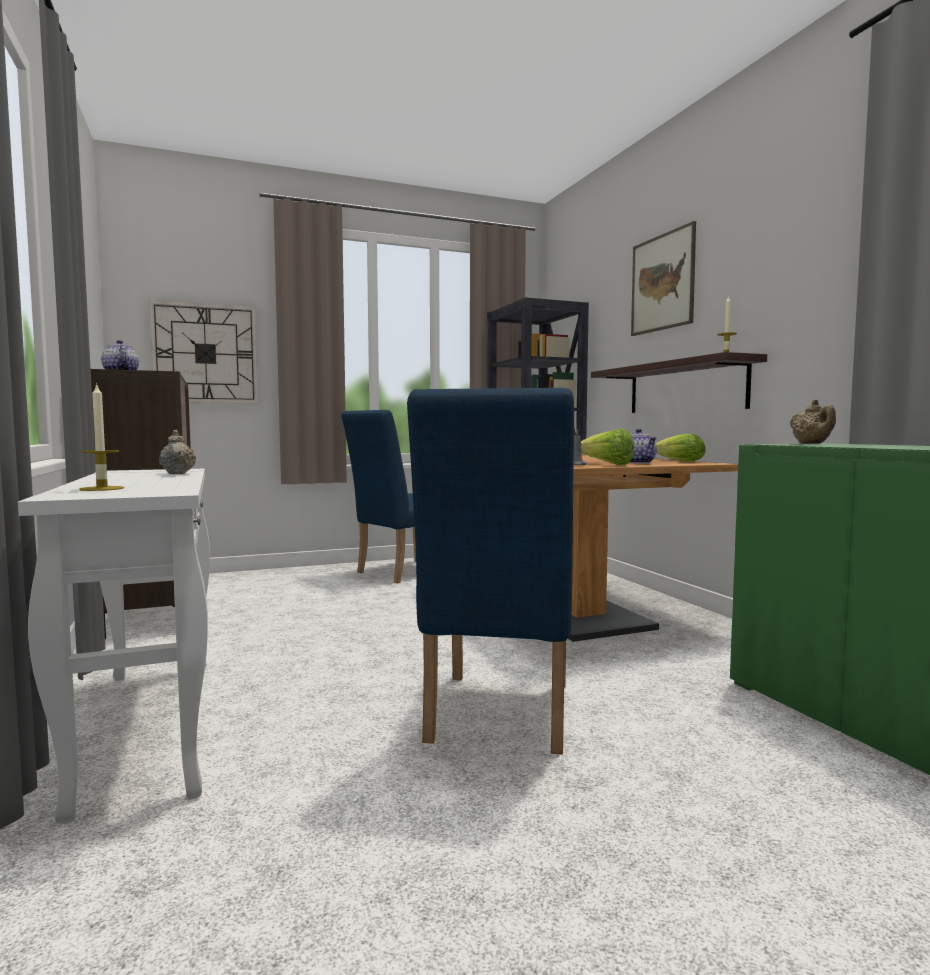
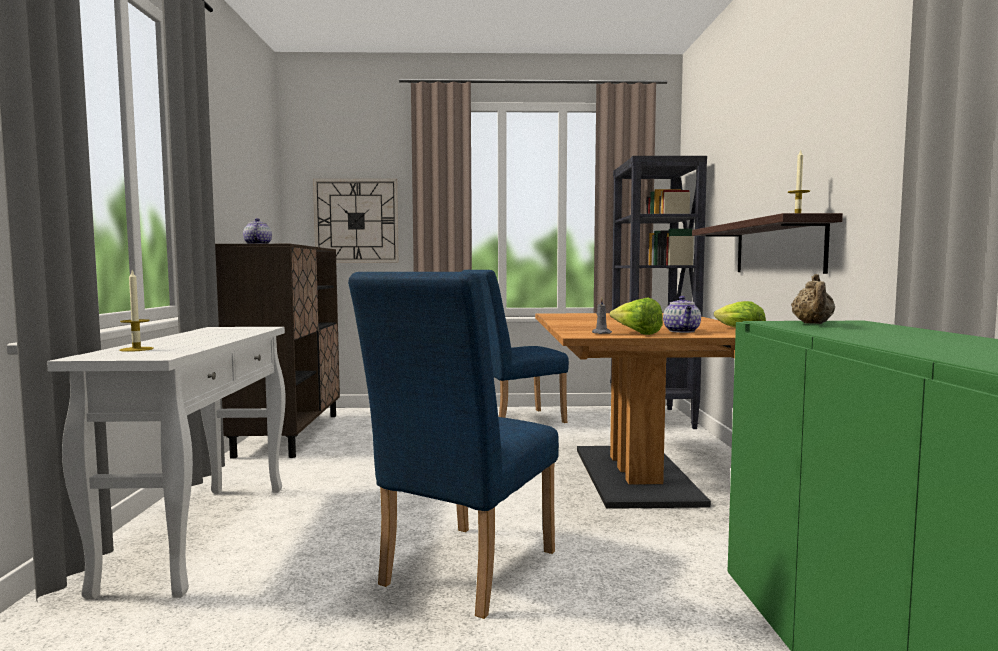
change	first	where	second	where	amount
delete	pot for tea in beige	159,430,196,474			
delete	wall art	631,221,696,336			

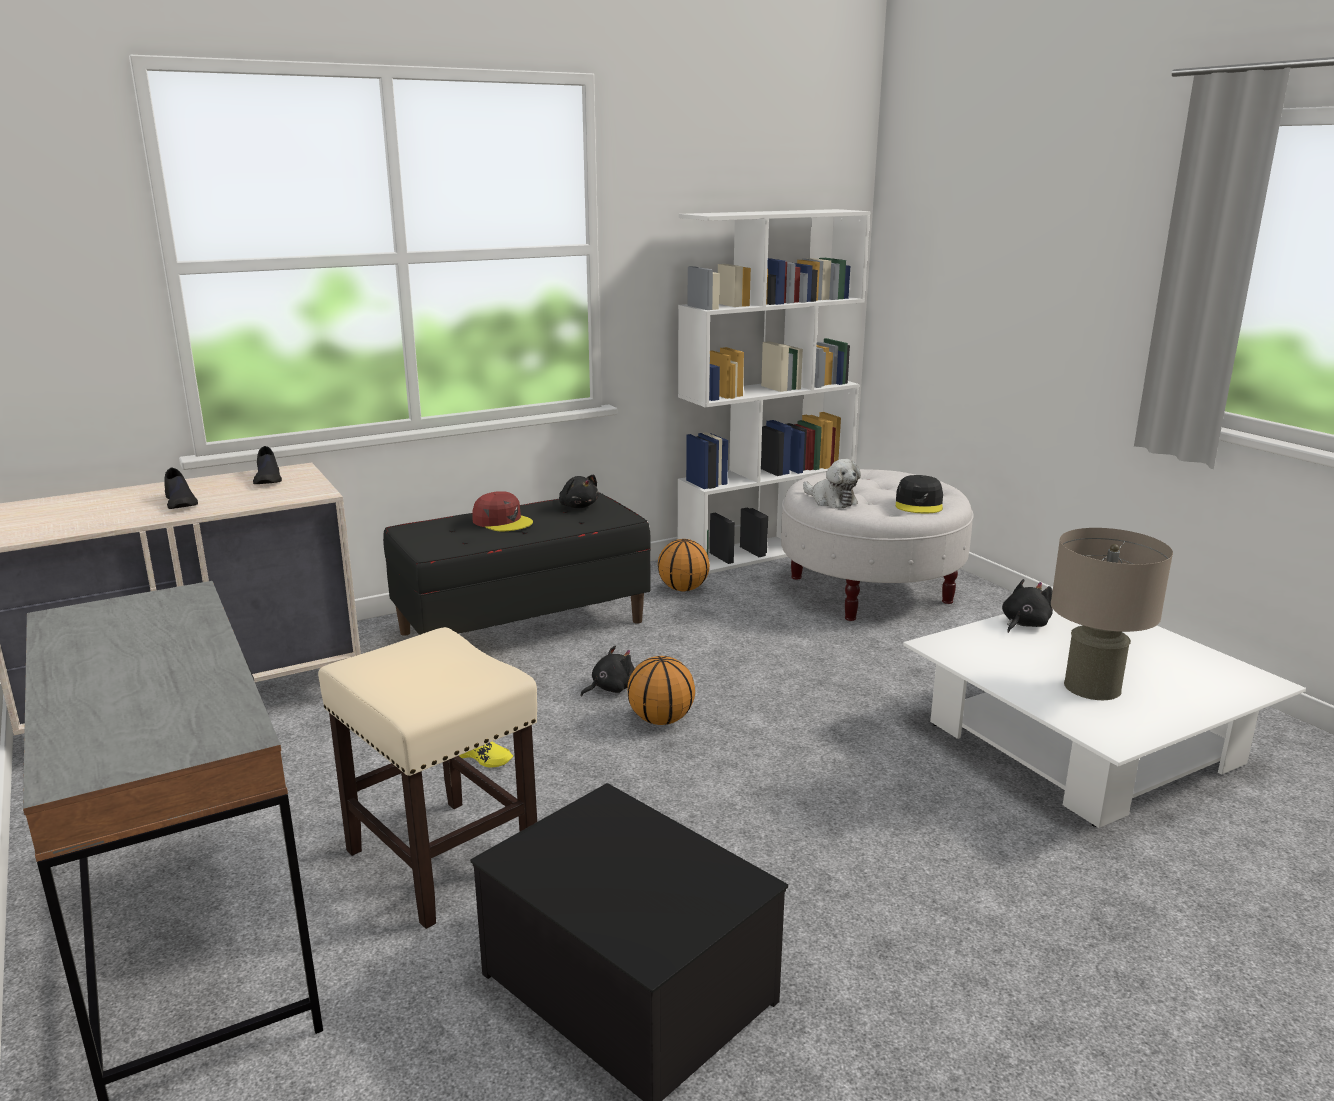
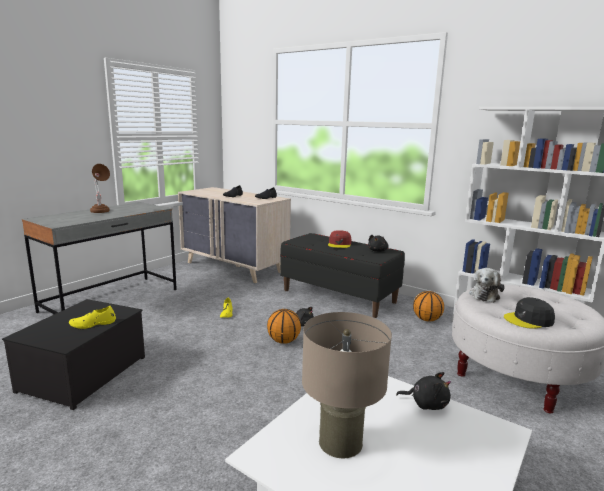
change	first	where	second	where	amount
delete	stool seat in beige	318,627,537,929			
insert			low shoe in yellow-coloured	68,306,116,329	
insert			lamp for a table in brown	90,164,110,213	

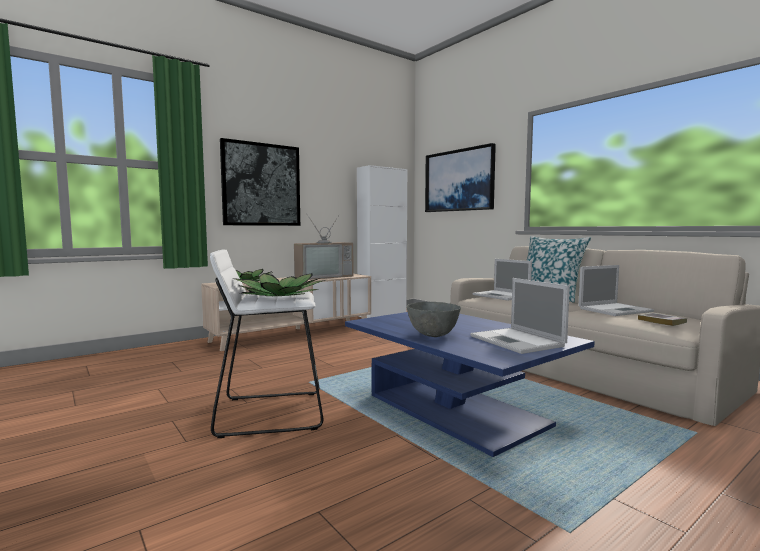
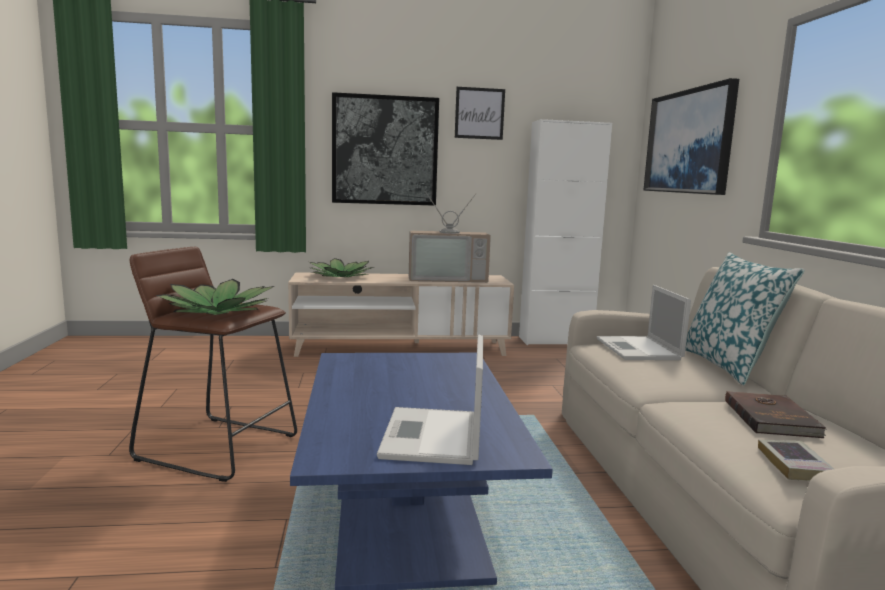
change	first	where	second	where	amount
delete	deep dish in gray	406,302,461,337			
insert			wall art	455,87,505,140	
replace	laptop	578,265,654,316	book in brown	725,391,827,438	
recolor	stool seat in whitish	210,249,323,438	stool seat in brown	129,247,297,482	

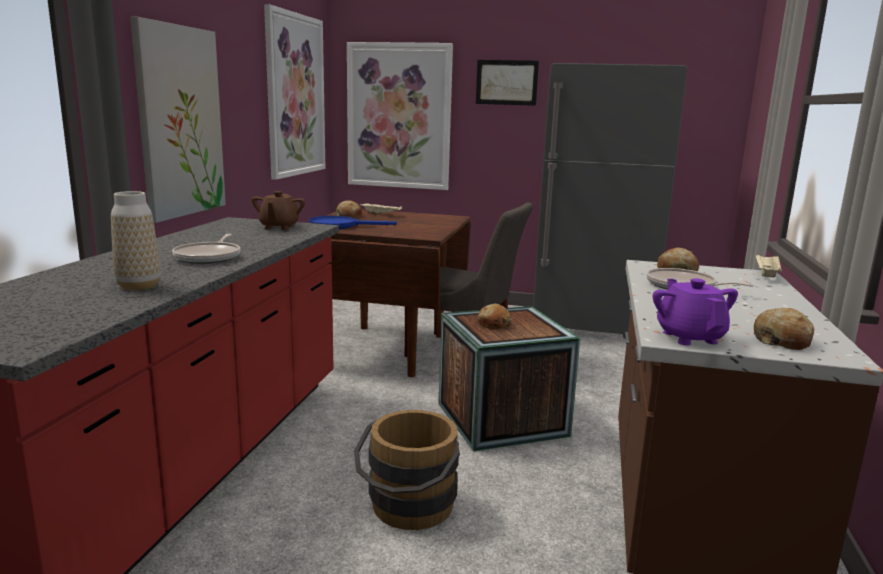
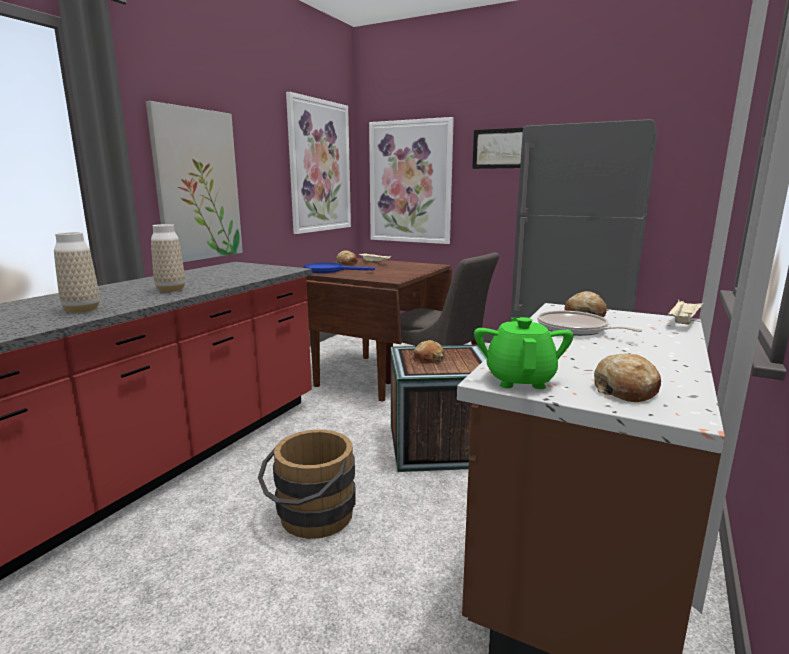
change	first	where	second	where	amount
delete	pot for tea in brown	251,191,305,230			
replace	skillet	172,234,240,264	decorative vase	151,224,185,292	
recolor	pot for tea in purplish	653,278,738,345	pot for tea in greenish	474,317,574,389	

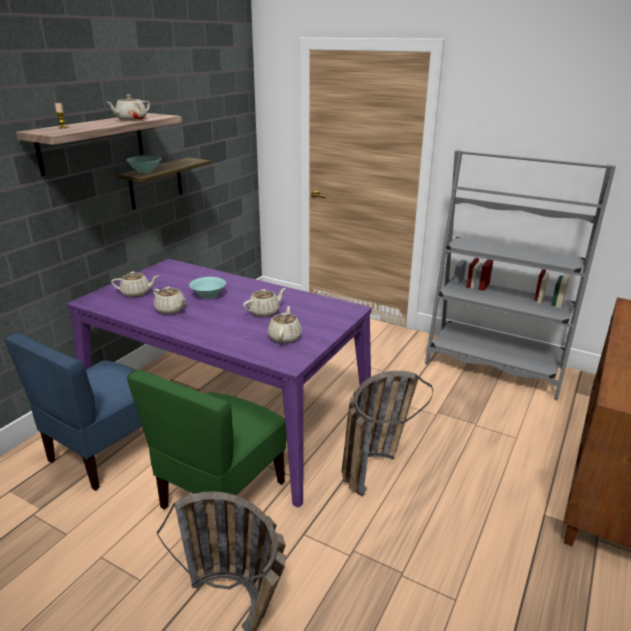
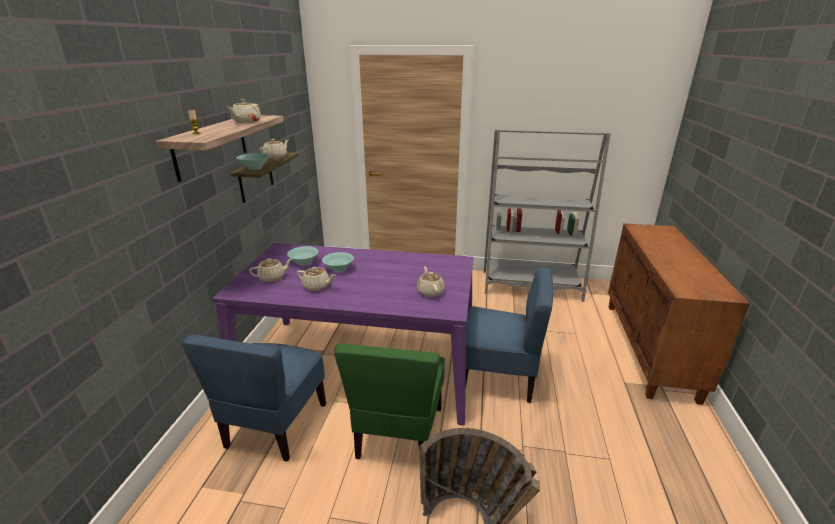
change	first	where	second	where	amount
insert			deep dish in turquoise-coloured	287,246,318,266	
move	pot for tea in beige	243,288,286,317		260,139,288,159	
replace	household basket	342,371,433,496	plain chair in bluish	465,266,553,403	

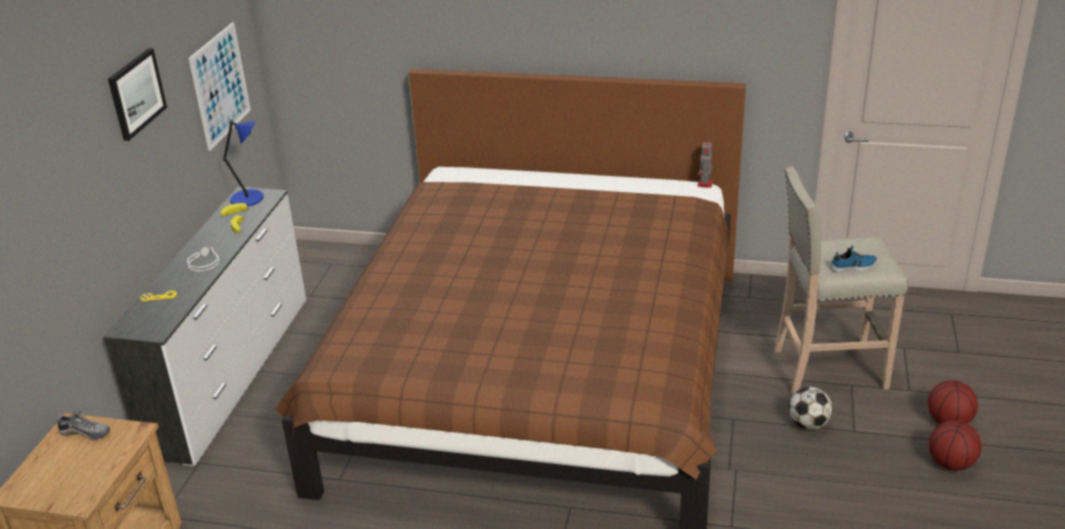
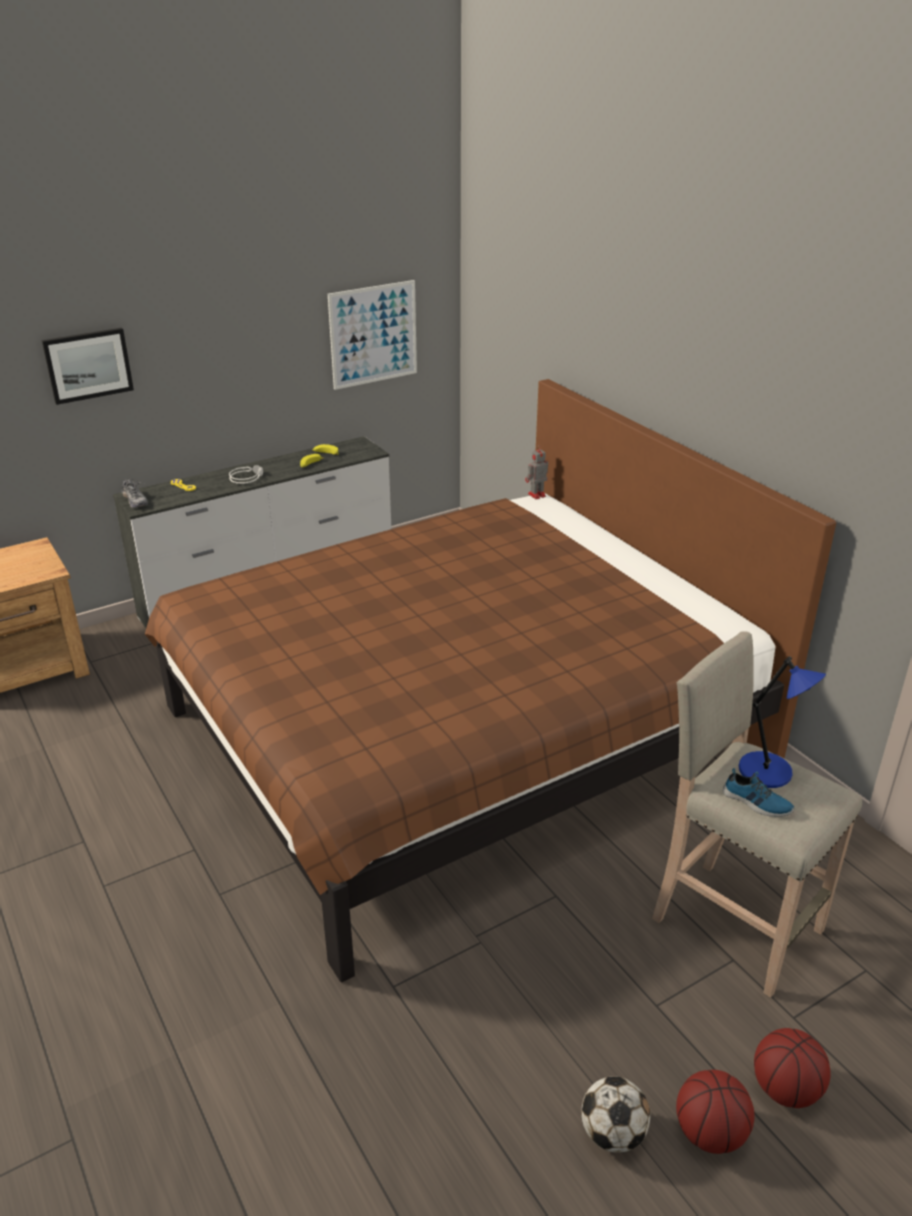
change	first	where	second	where	amount
move	low shoe	57,409,110,440		121,479,148,508	
move	wall art	108,48,167,141		41,328,134,405	
move	lamp for a table in bluish	223,120,264,207		739,656,826,788	
move	model robot	697,139,713,188		525,445,548,499	
move	football ball	789,387,833,430		581,1076,650,1153	

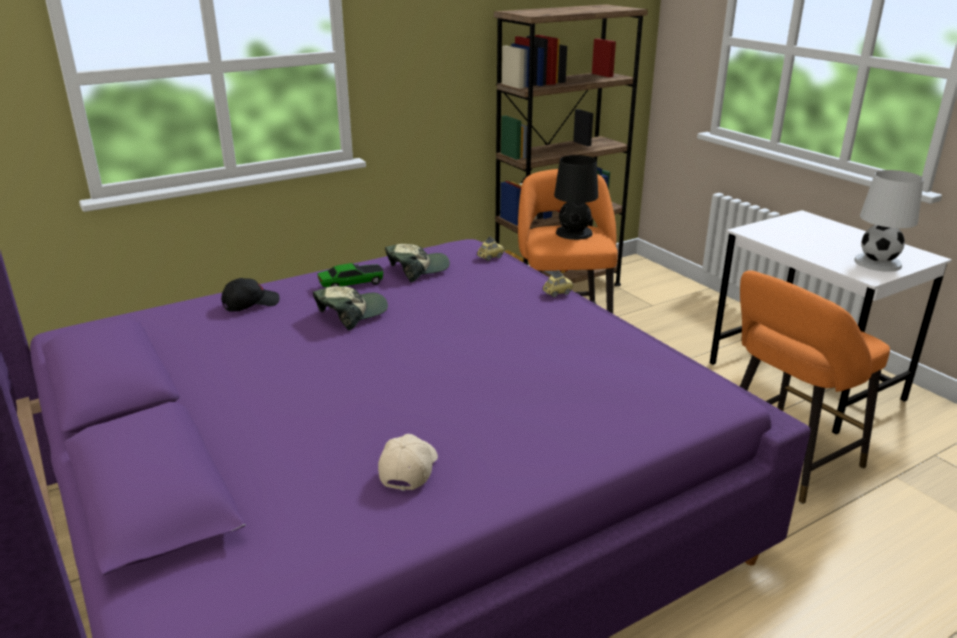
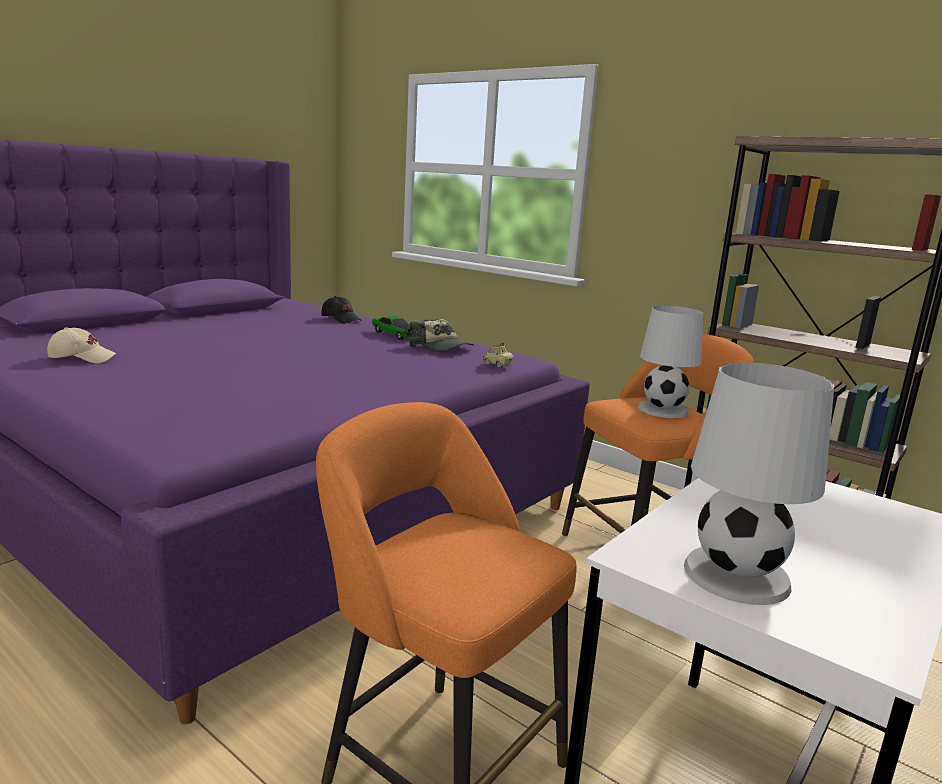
change	first	where	second	where	amount
delete	peaked cap	313,286,388,331			
delete	miniature car	542,270,573,297			
recolor	lamp for a table in black-coloured	554,155,598,240	lamp for a table in whitish	638,306,703,418	

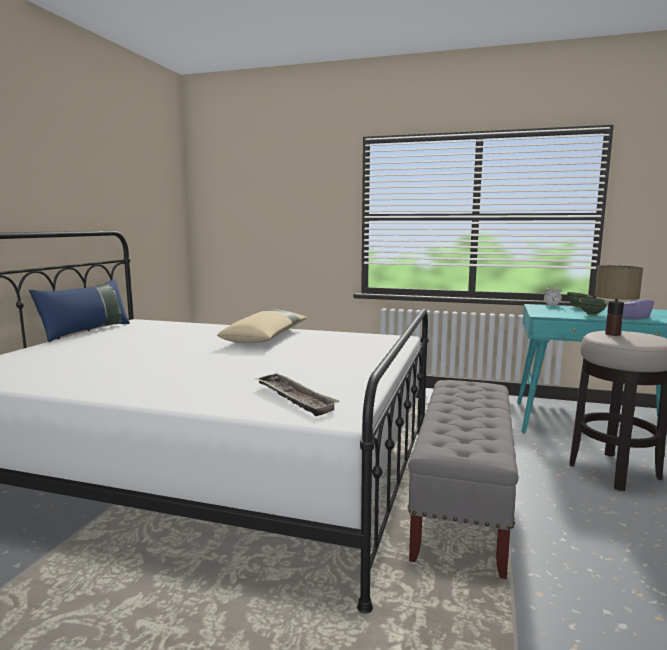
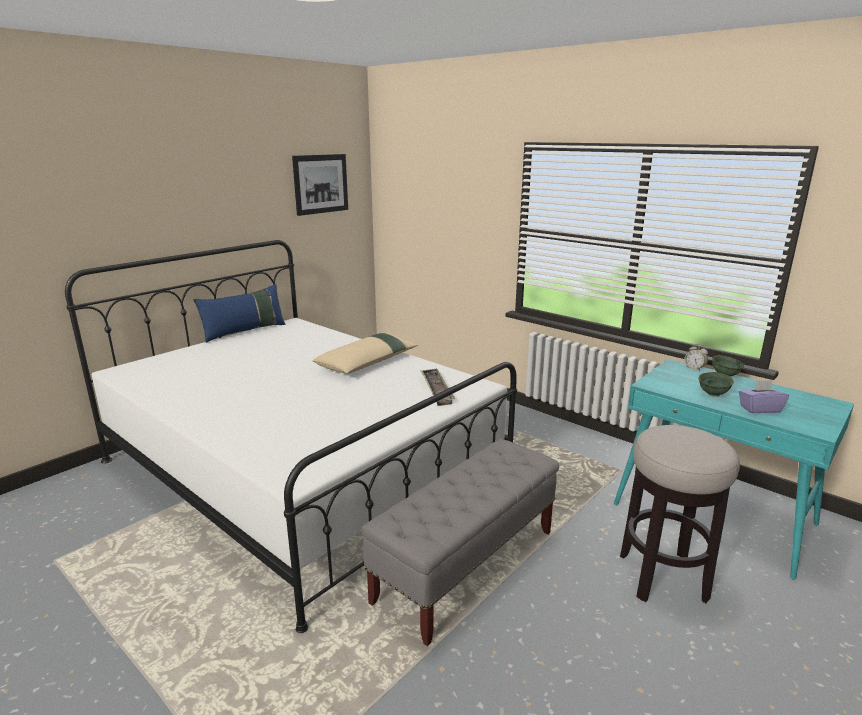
change	first	where	second	where	amount
delete	lamp for a table	595,265,643,336			
insert			wall art	292,154,348,216	
move	serving tray	256,373,339,416		420,368,455,406	

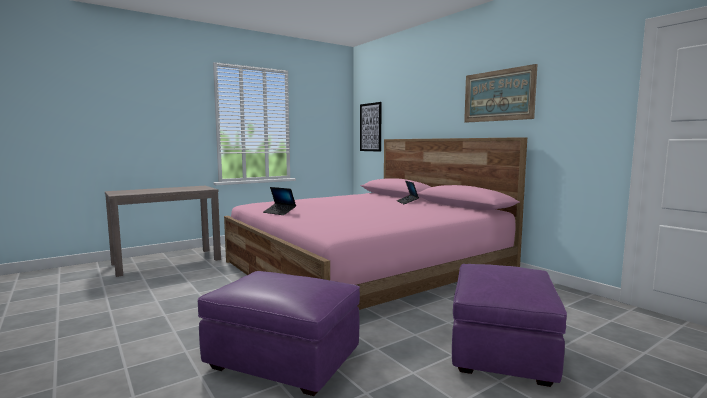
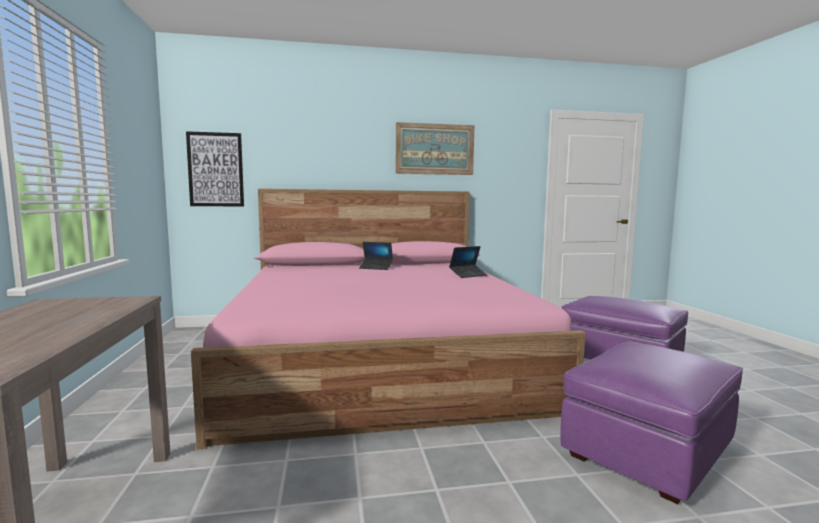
change	first	where	second	where	amount
move	laptop	263,187,296,215		449,246,487,278	

